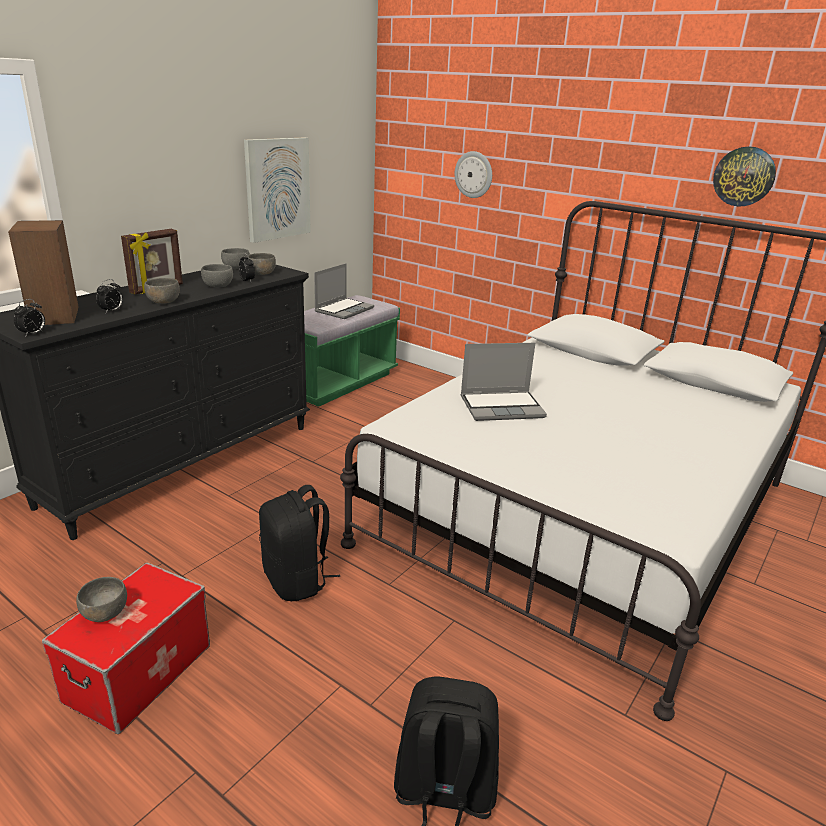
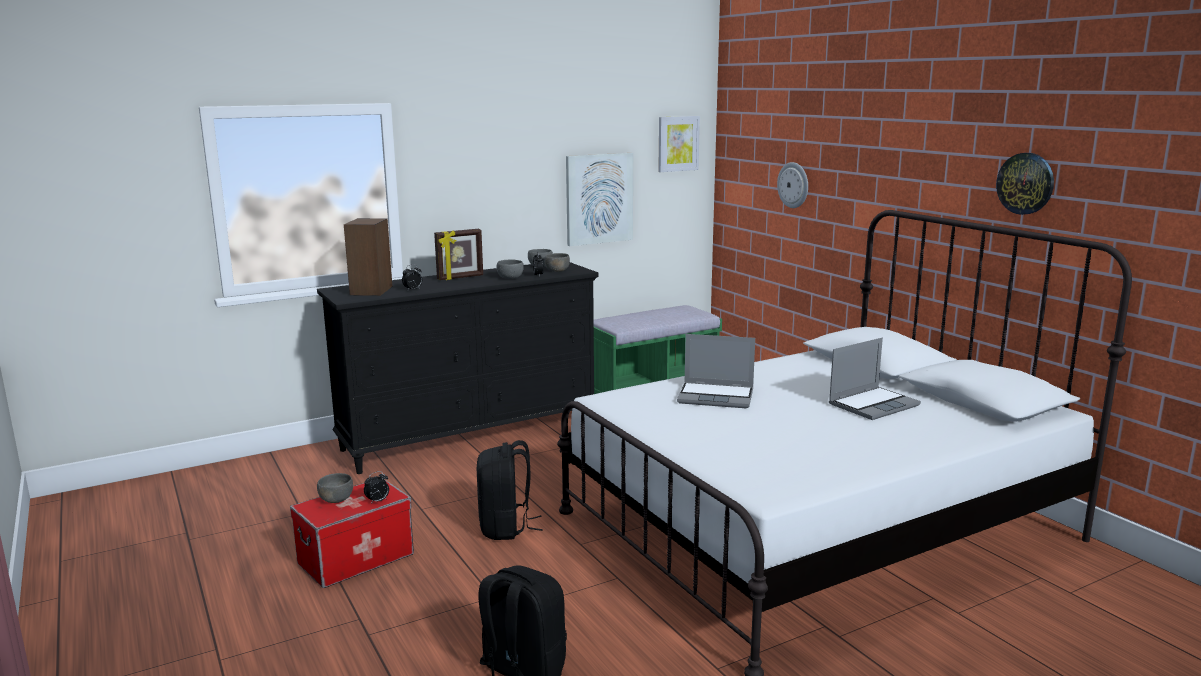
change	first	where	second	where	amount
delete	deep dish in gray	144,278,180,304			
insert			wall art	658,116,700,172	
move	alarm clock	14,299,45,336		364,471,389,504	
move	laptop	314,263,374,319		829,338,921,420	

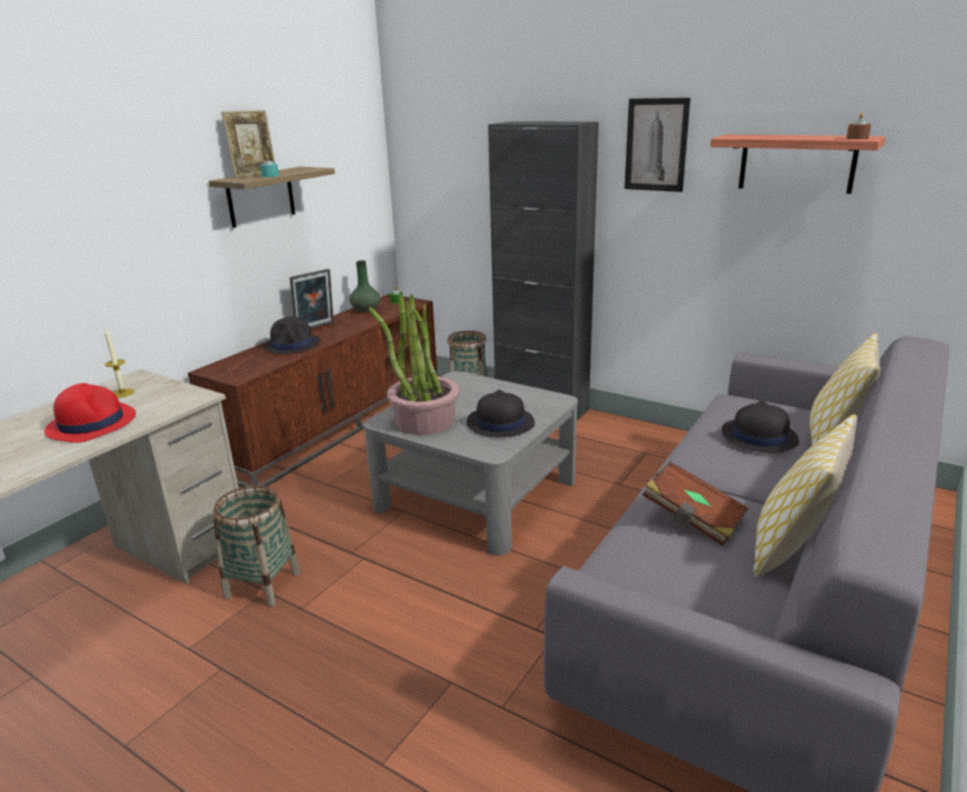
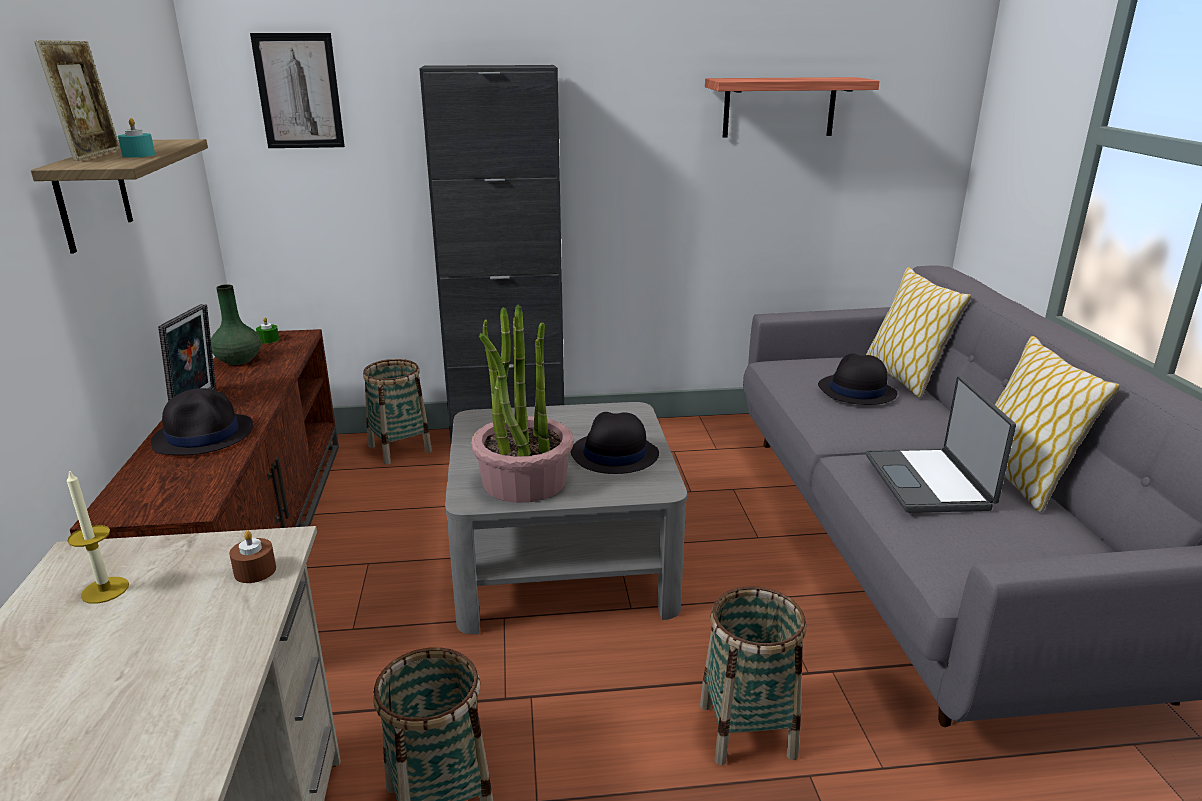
change	first	where	second	where	amount
delete	clothing hat in red	44,383,136,443			
insert			household basket	700,586,806,765	
move	wall art	624,98,691,192		250,33,345,148	
move	wax candle in brown	846,112,871,139		229,530,276,583	
replace	book in brown	642,462,748,546	laptop	866,376,1016,513	

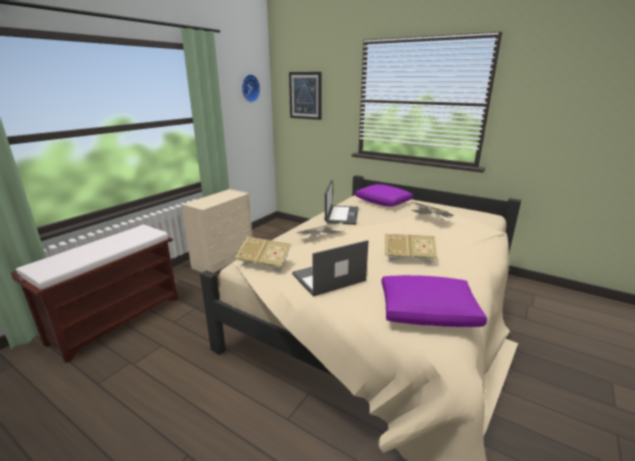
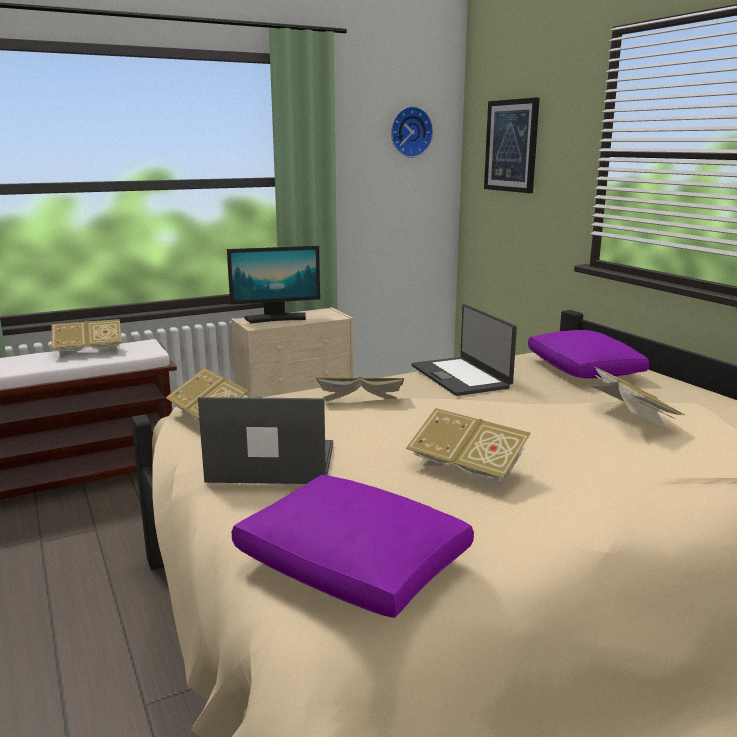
change	first	where	second	where	amount
insert			book	51,319,122,358	
insert			computer screen	227,246,320,324	
rotate	laptop	325,180,359,225		412,304,517,396	120 degrees clockwise

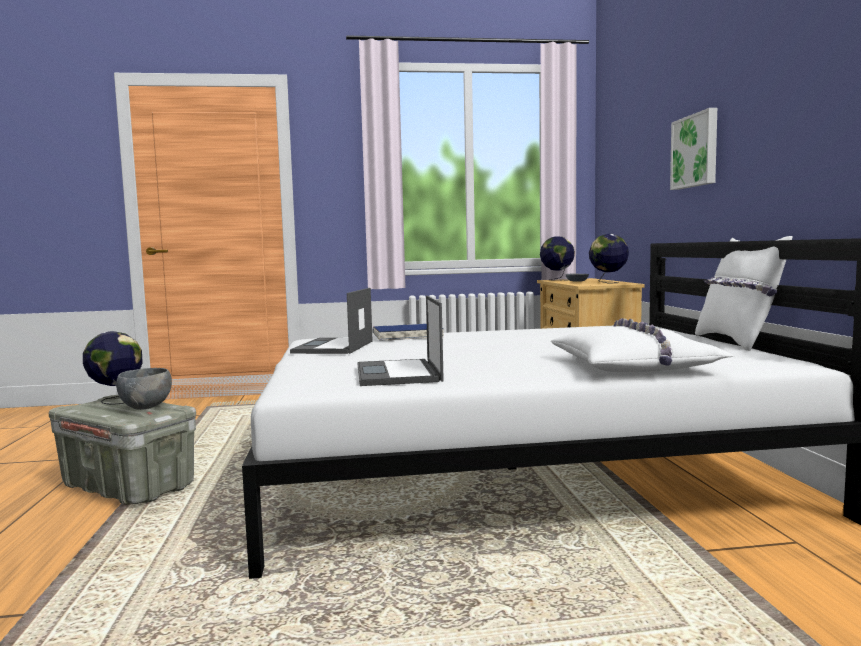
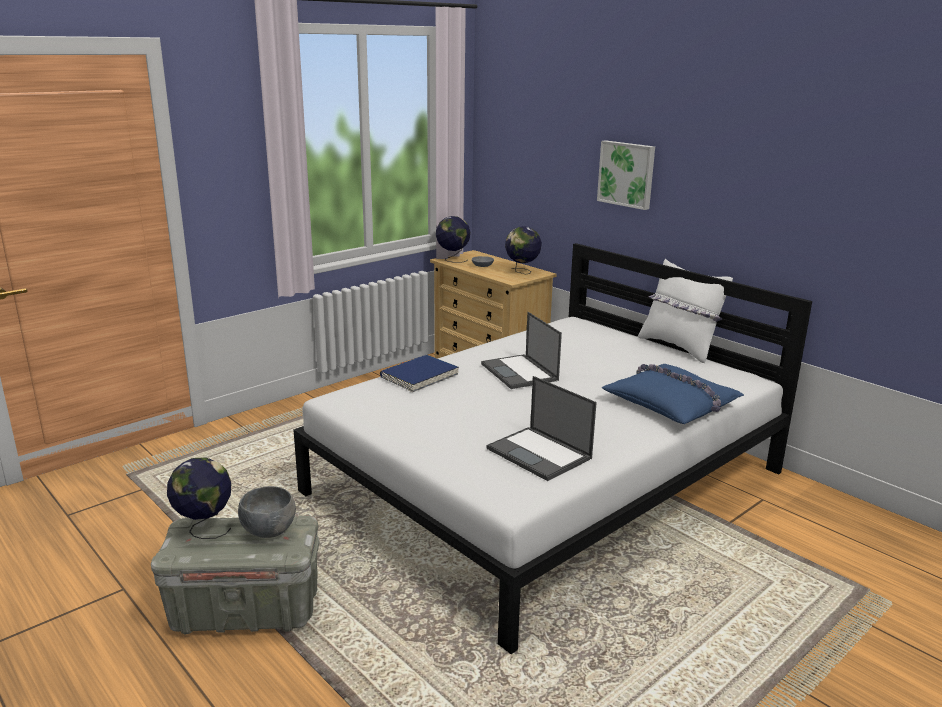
change	first	where	second	where	amount
move	laptop	290,288,373,354		481,312,562,389	
recolor	throw pillow in whitish	551,318,734,373	throw pillow in bluish	602,364,744,424	

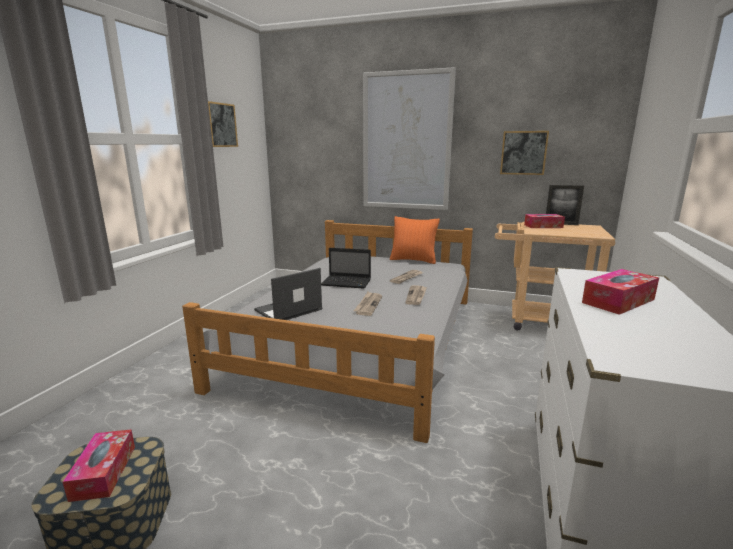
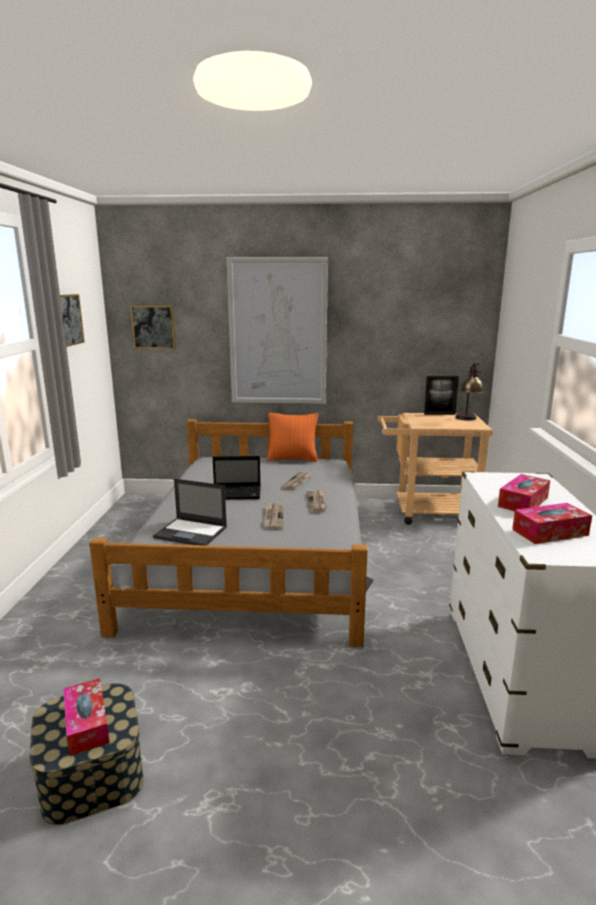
change	first	where	second	where	amount
insert			lamp for a table	455,363,484,421	
move	wall art	500,131,549,175		130,306,176,349	
move	box of tissues	524,214,565,228		512,503,592,544	
rotate	laptop	254,268,322,320		153,479,227,546	105 degrees counterclockwise

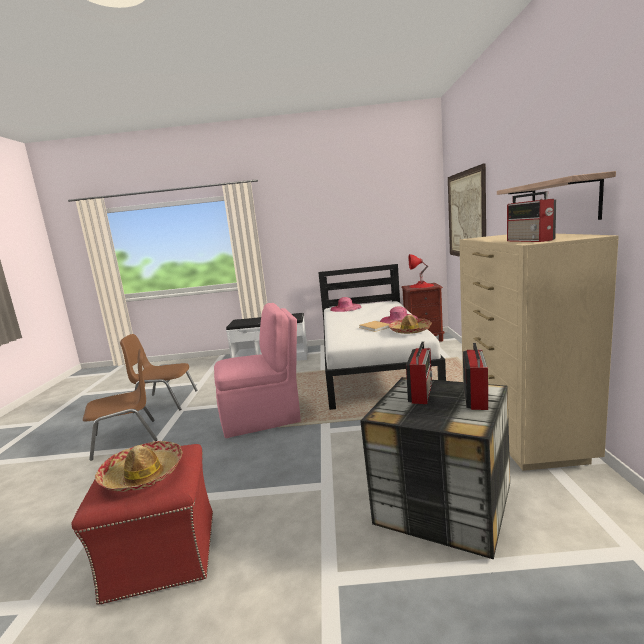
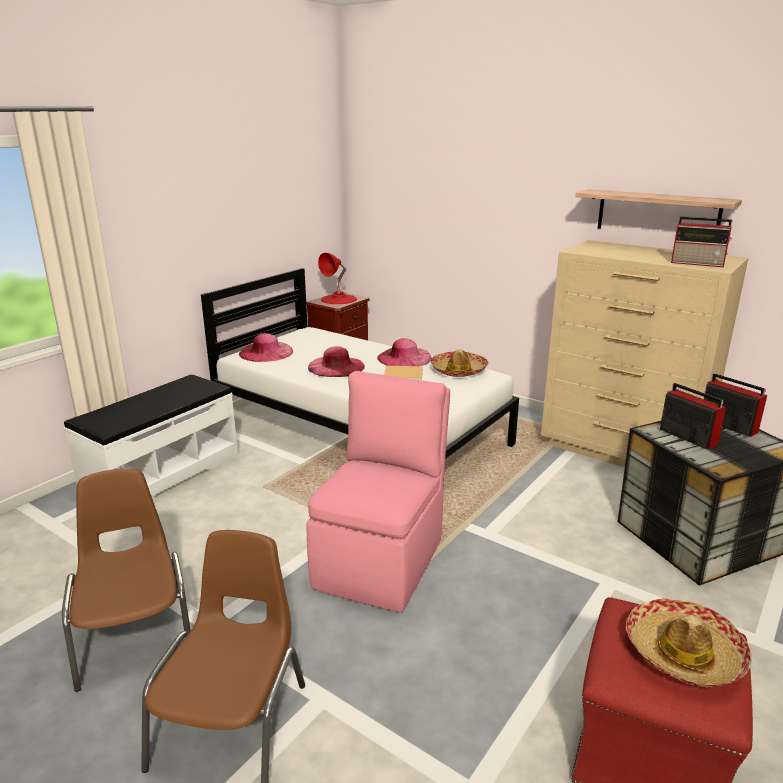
change	first	where	second	where	amount
delete	wall art	448,163,486,257			
insert			clothing hat in pinkish	308,346,365,377	
rotate	plain chair in brown	120,334,198,413		62,468,191,692	120 degrees clockwise

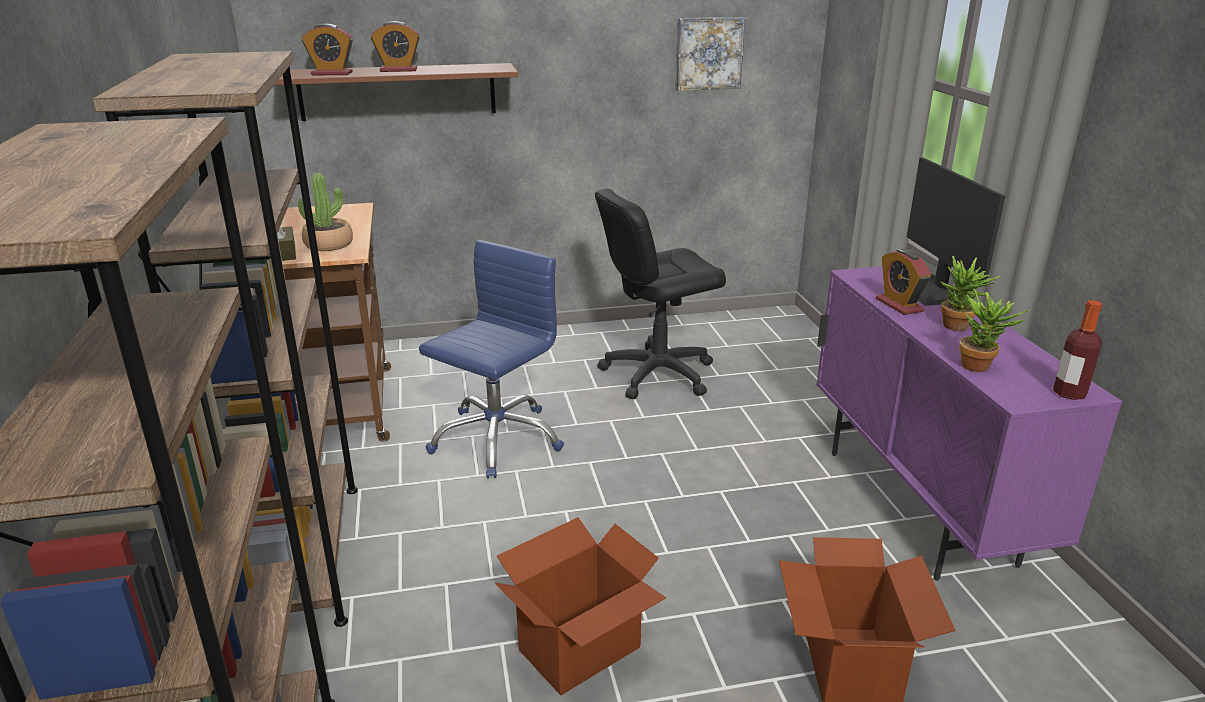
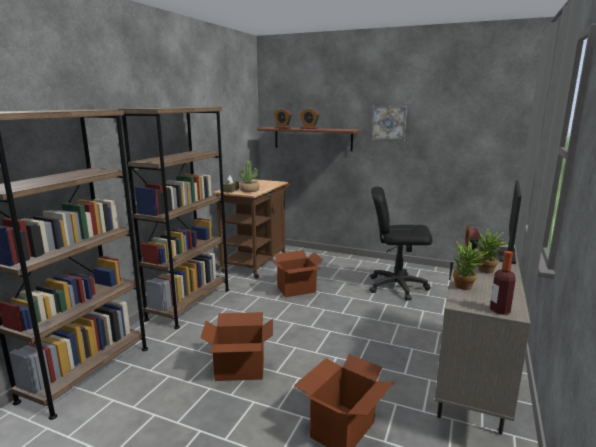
change	first	where	second	where	amount
move	wall art	675,17,745,91		371,106,407,141	
replace	office chair in bluish	419,240,564,478	cardboard box	270,250,323,298	
recolor	storage cabinet in purplish	816,266,1122,581	storage cabinet in beige	435,238,531,435	

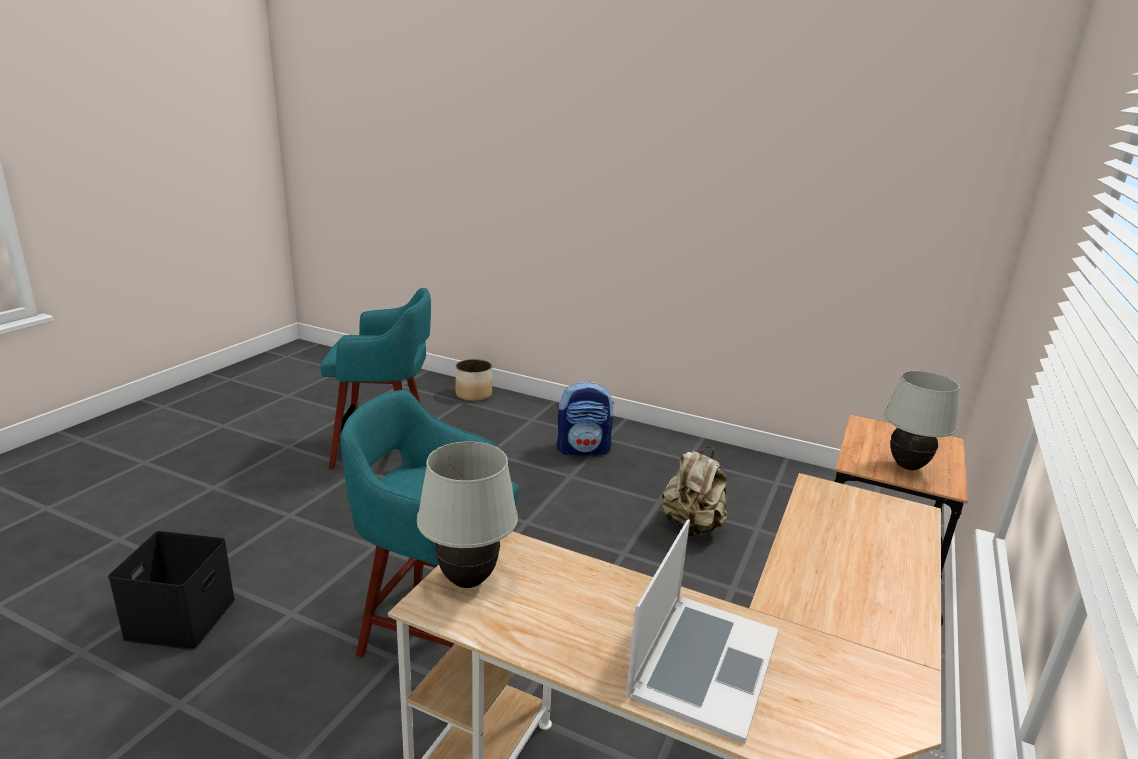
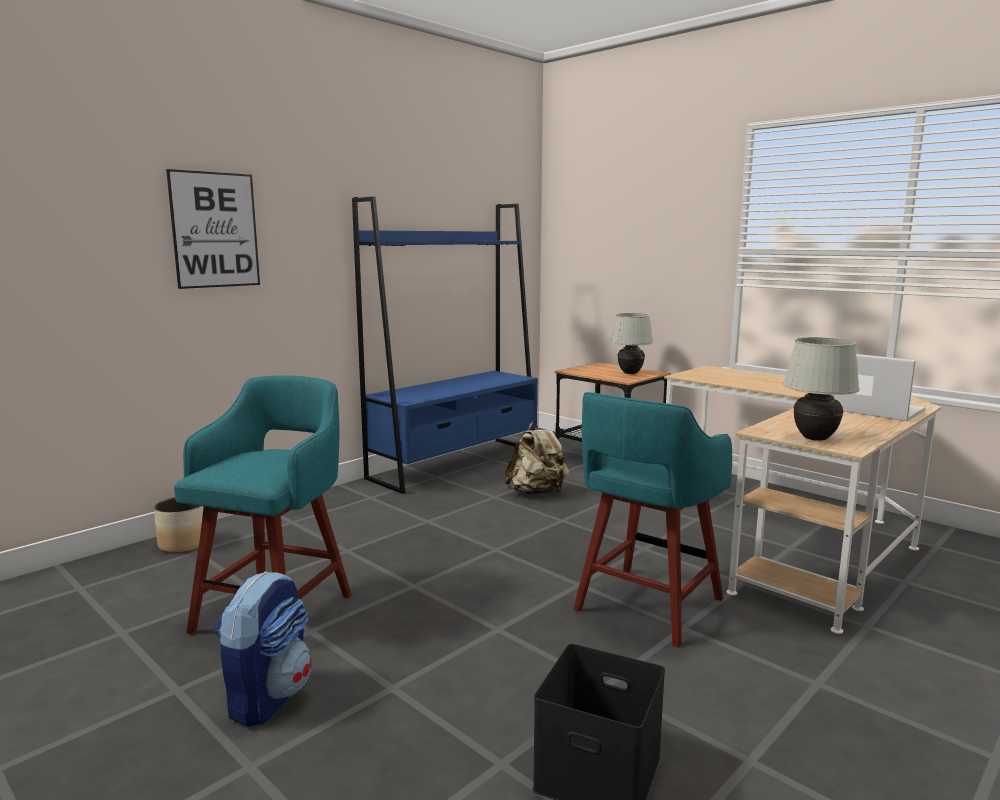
change	first	where	second	where	amount
insert			wall art	166,169,260,289	
insert			shelving unit in bluish	352,196,538,494	
move	knapsack	556,381,614,455		214,571,312,727	

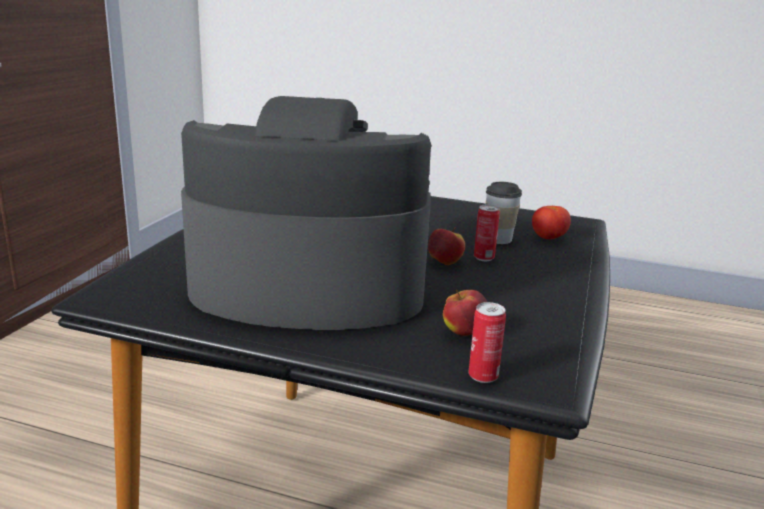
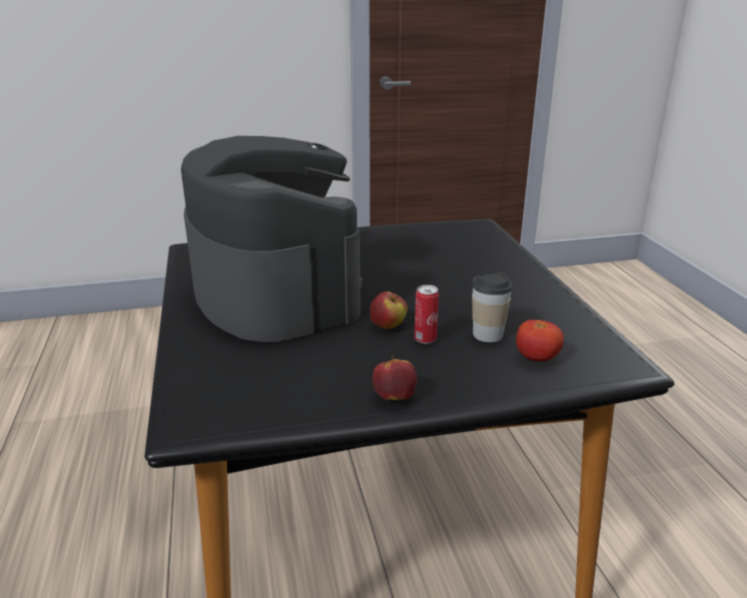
change	first	where	second	where	amount
delete	can	469,302,506,383			
move	apple	443,289,487,336		373,355,417,400	

